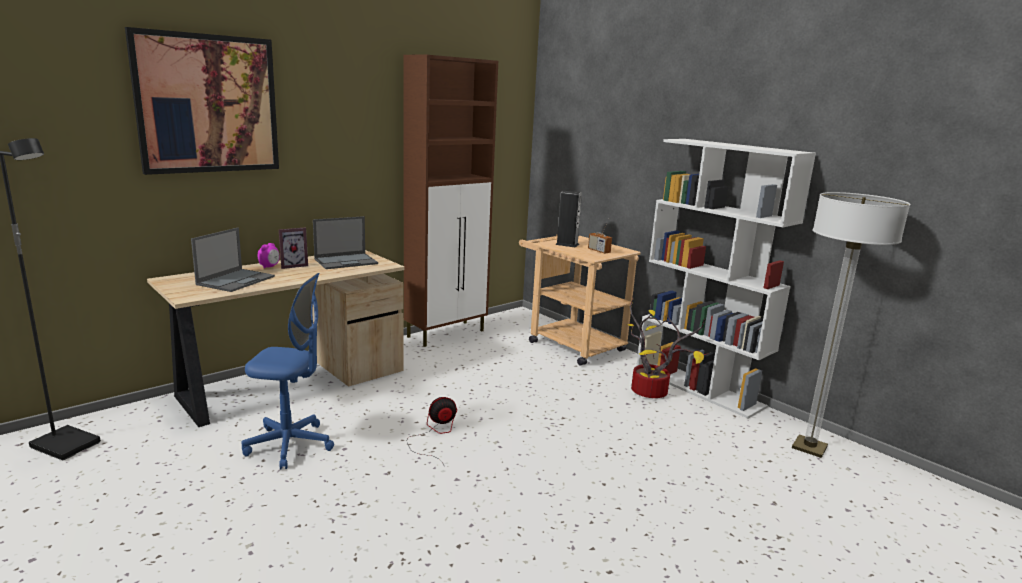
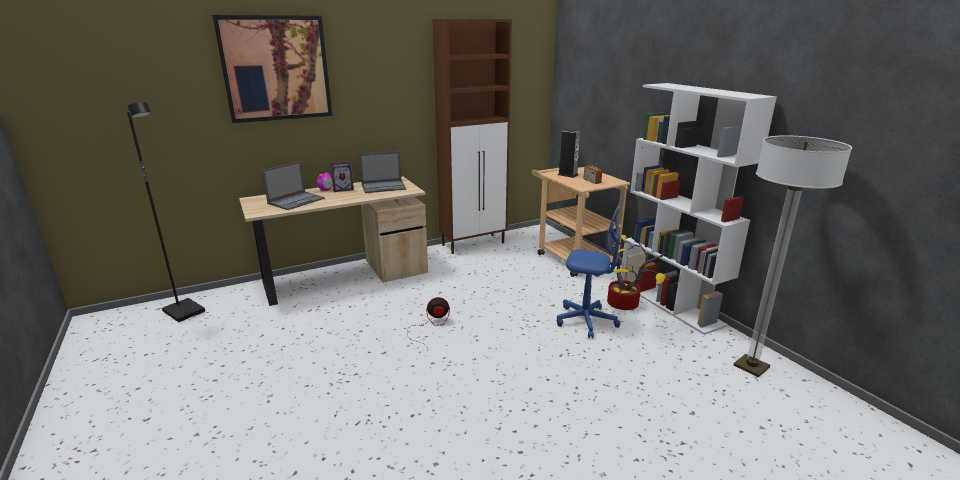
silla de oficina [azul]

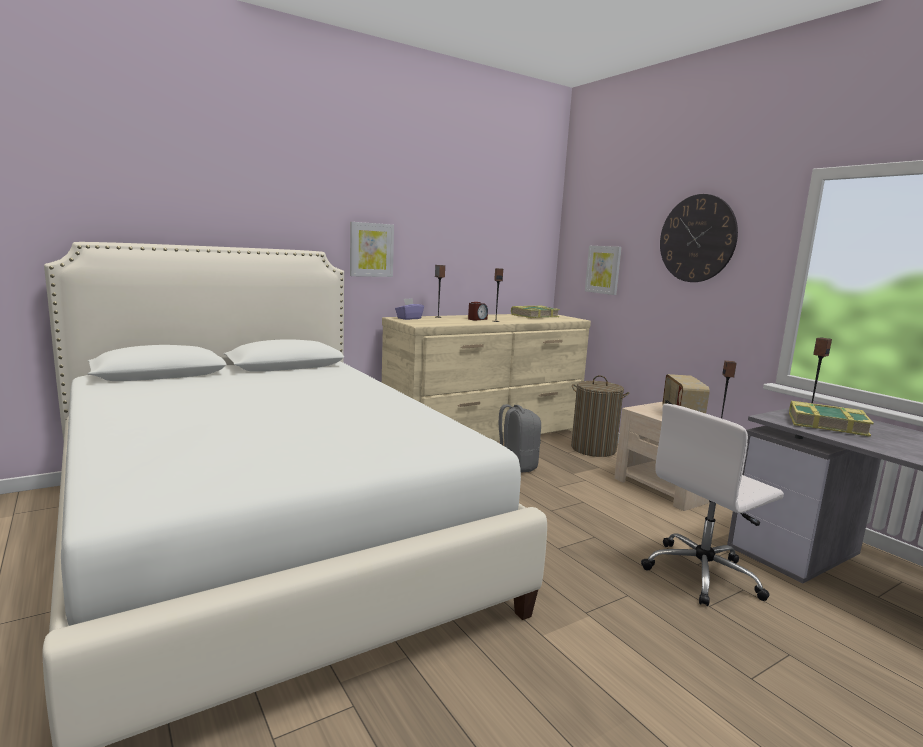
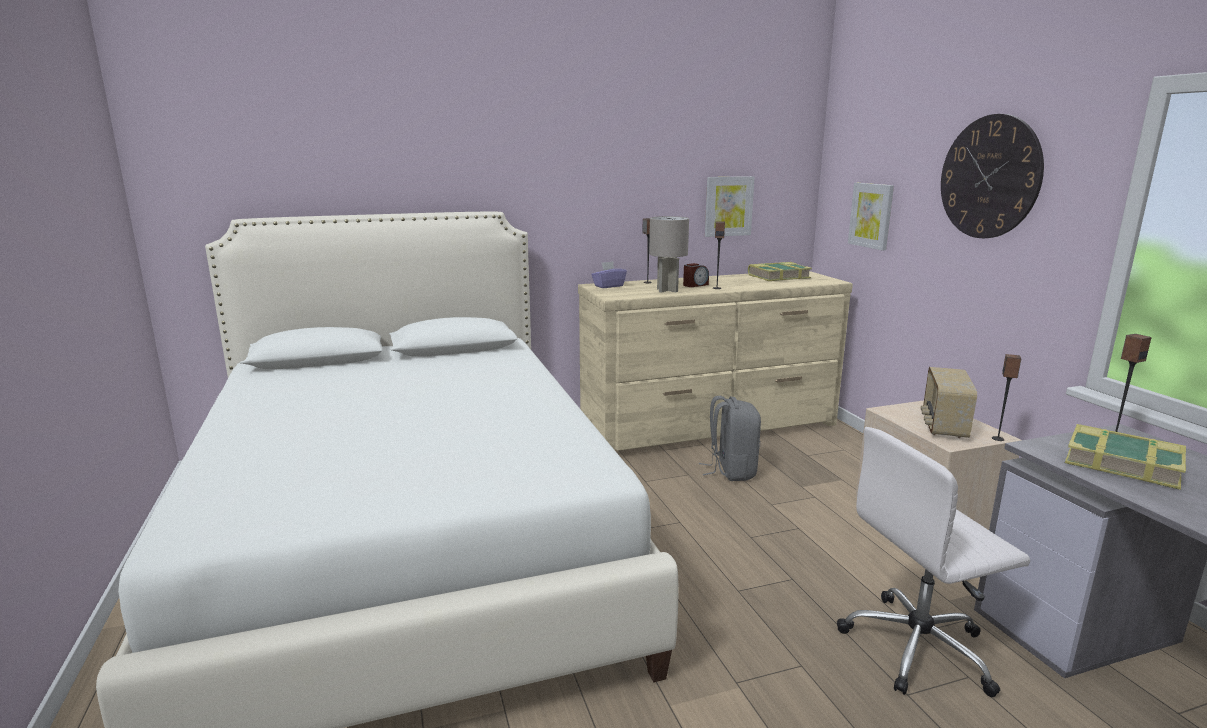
cuadro (no. 1 from left); cesto de la ropa; lámpara de mesa [gris]

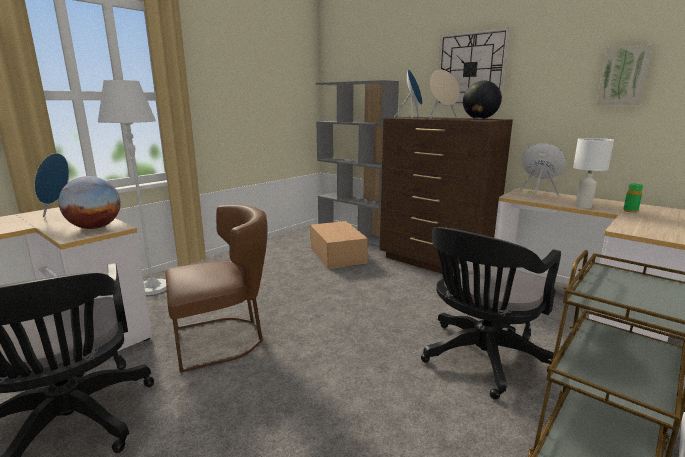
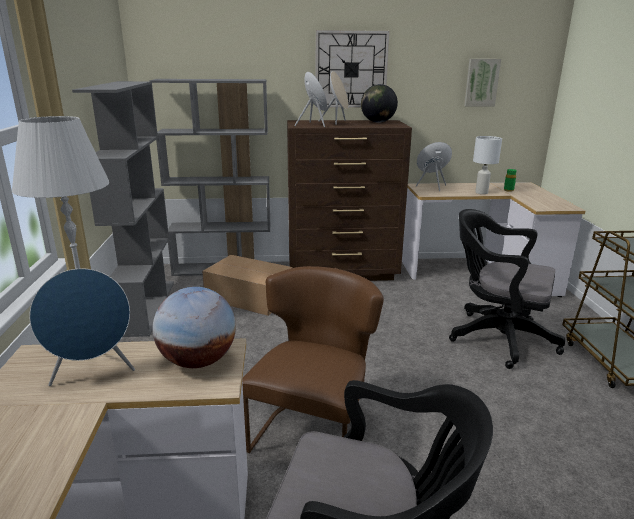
silla de oficina [negro] (no. 2 from left); estantería [gris] (no. 1 from left)

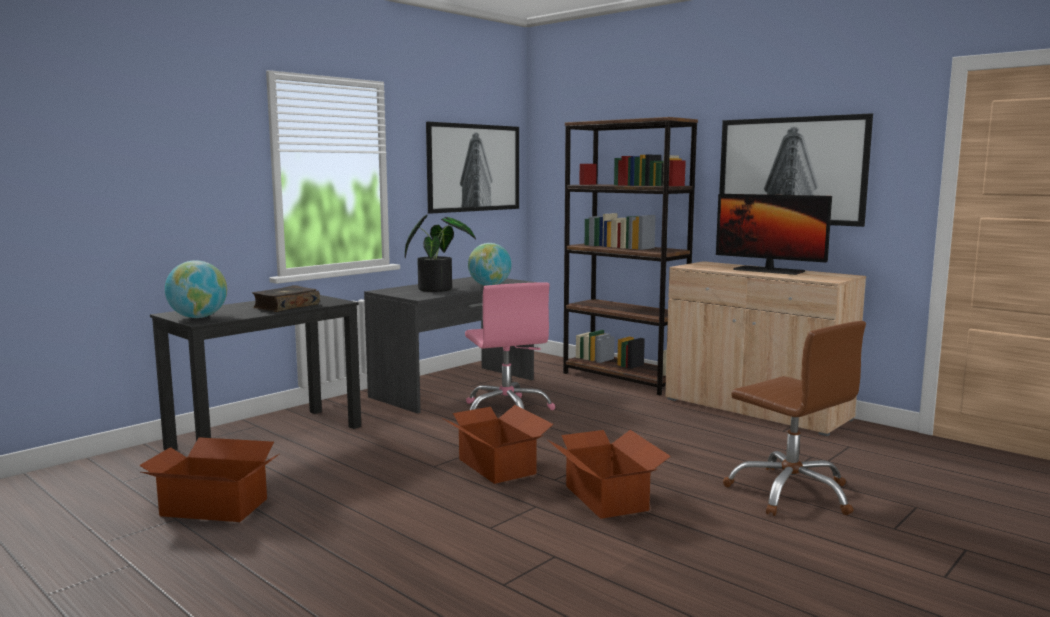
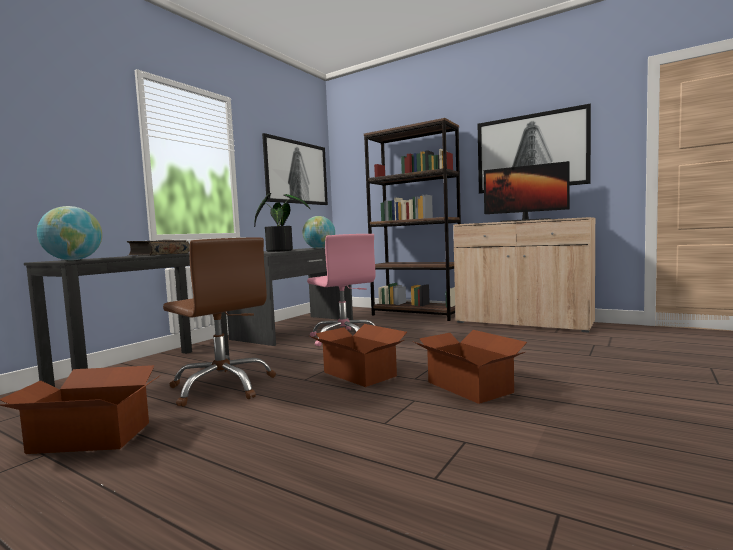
silla de oficina [marrón]

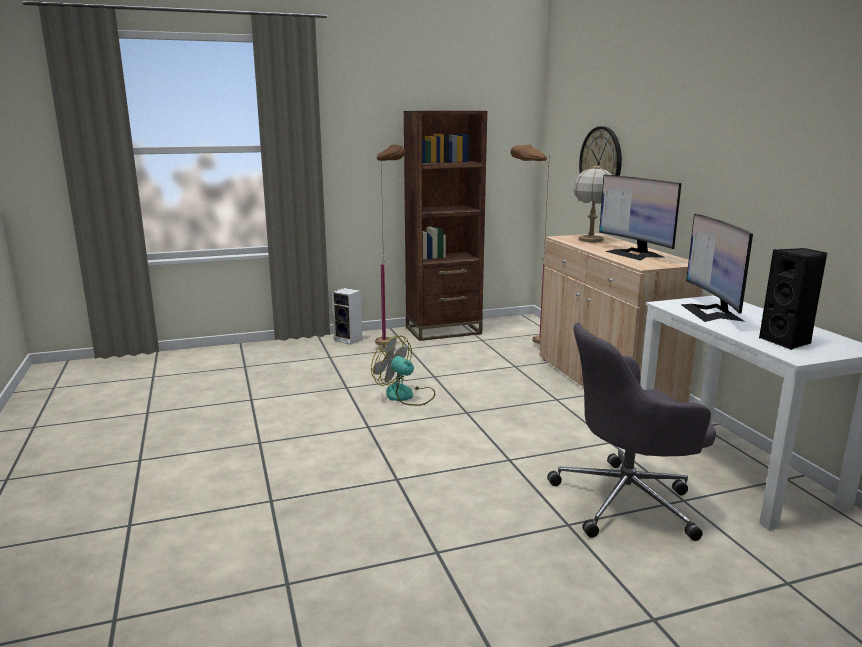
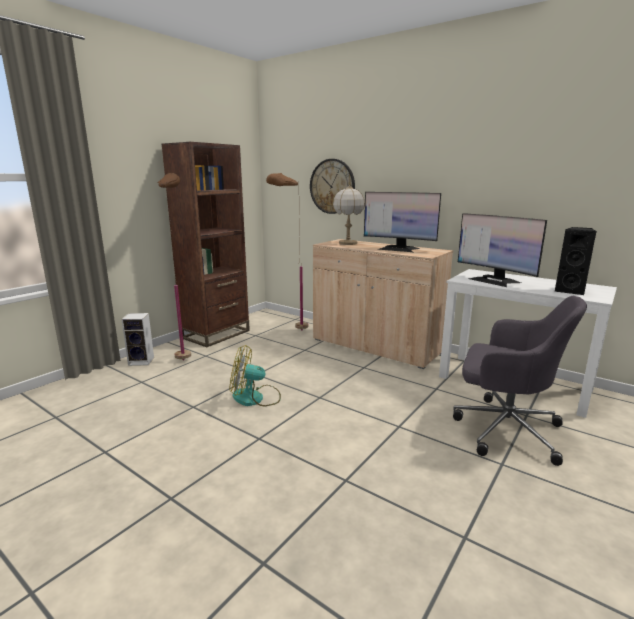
silla de oficina [gris]

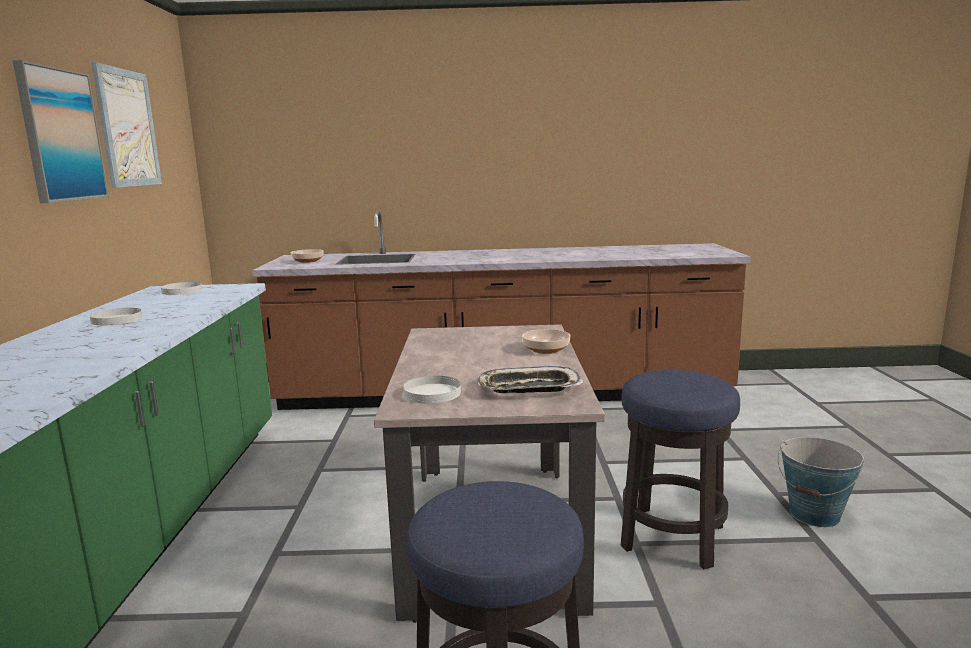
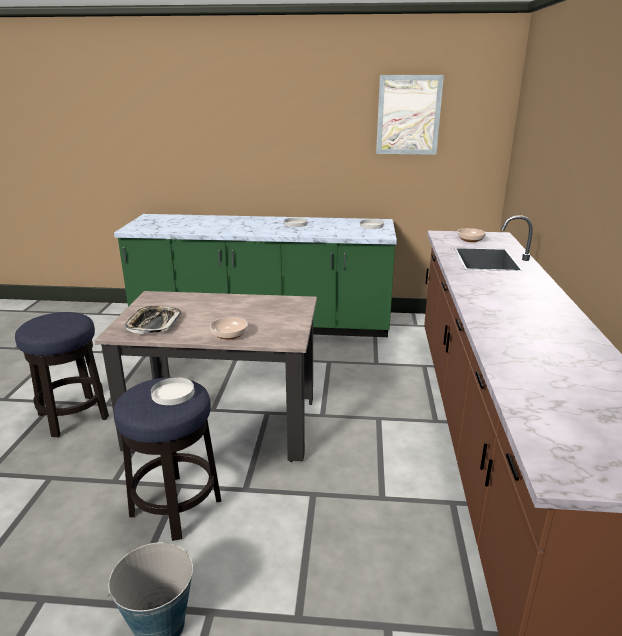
cuadro (no. 1 from left in the first image); plato [blanco] (no. 1 from left)

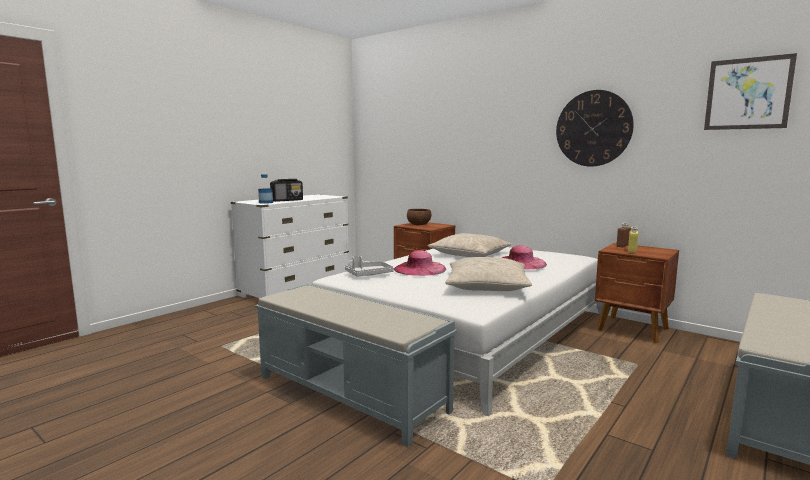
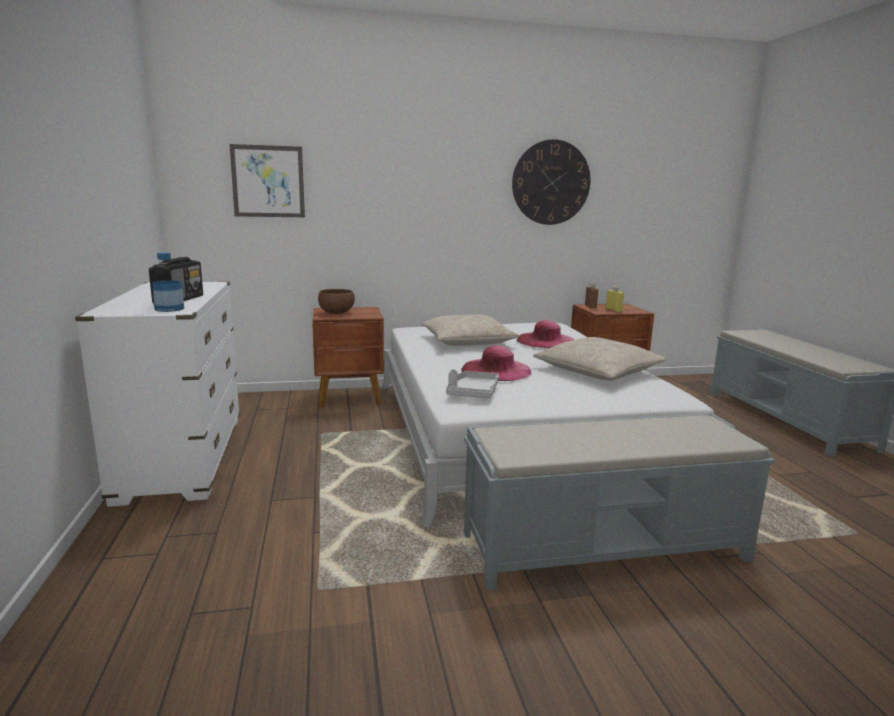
cuadro

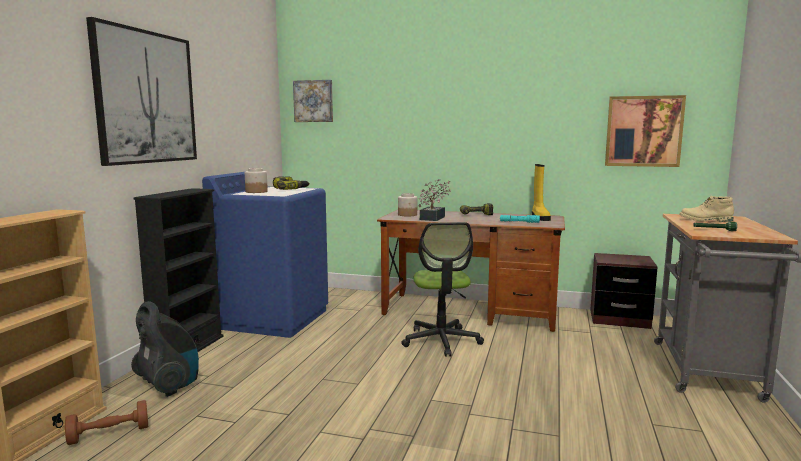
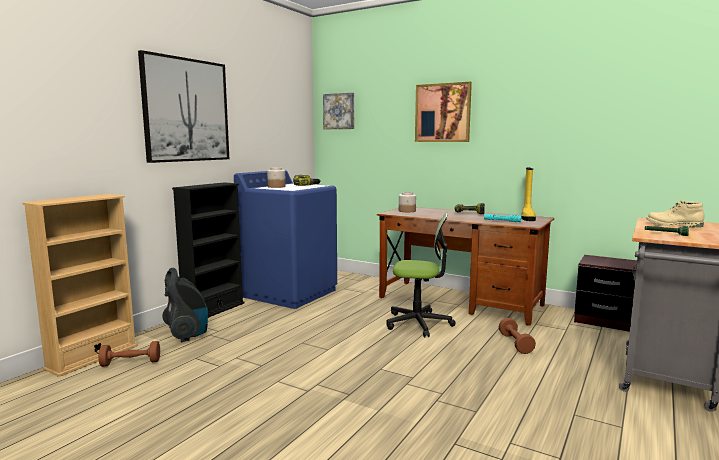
silla de oficina; planta en maceta; cuadro (no. 3 from left); mancuerna [marrón] (no. 2 from left)

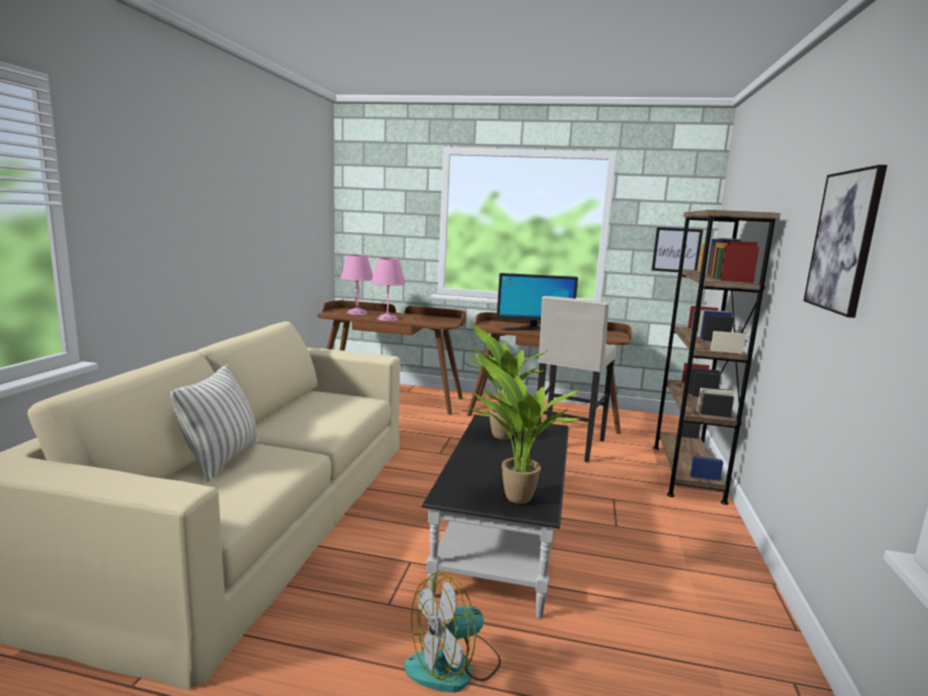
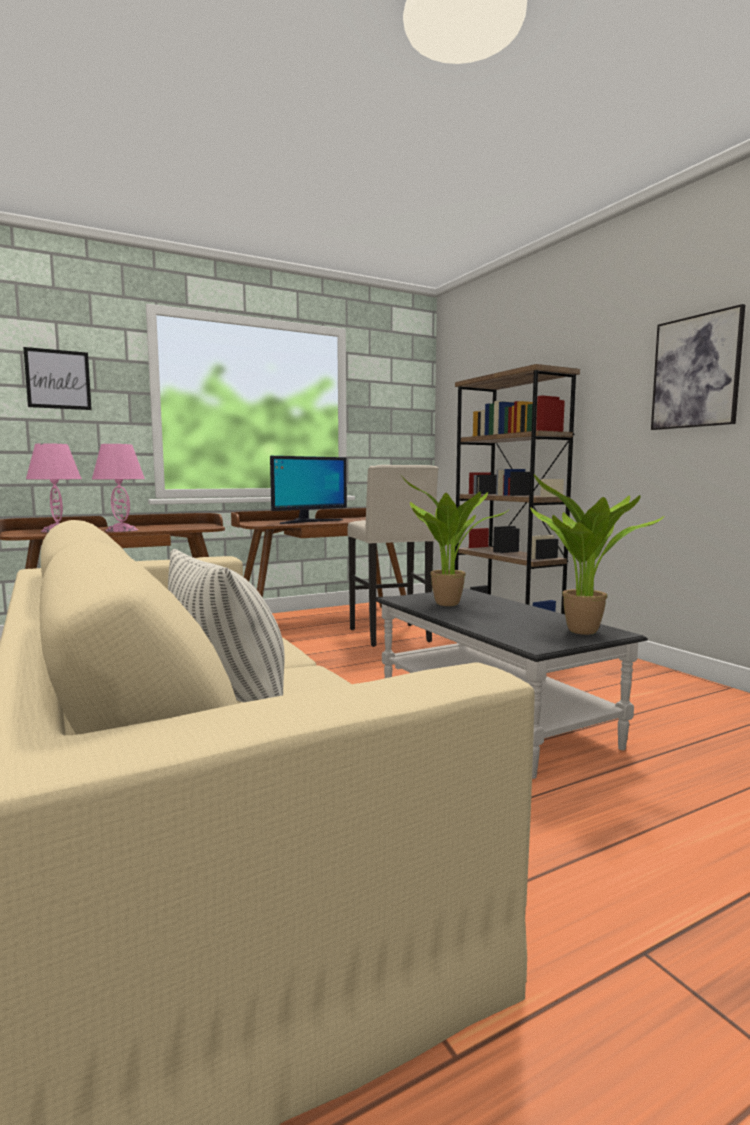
ventilador; cuadro (no. 1 from left)

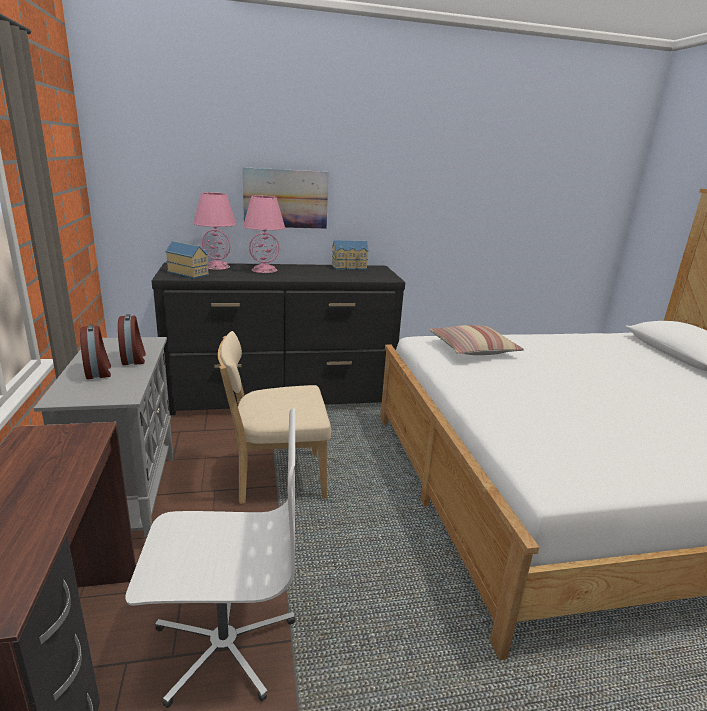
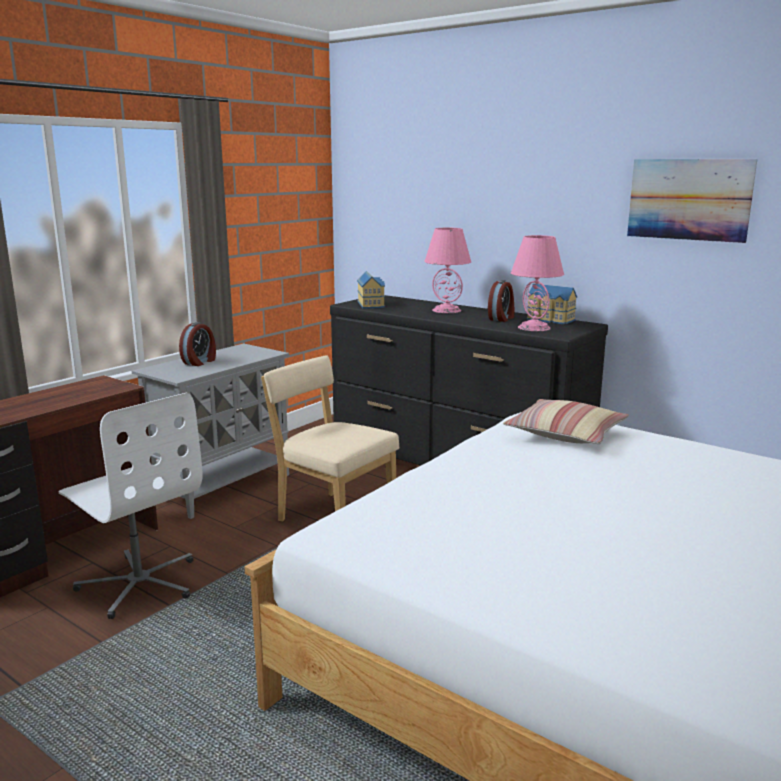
despertador (no. 2 from left); lámpara de mesa [rosa] (no. 2 from left); cuadro

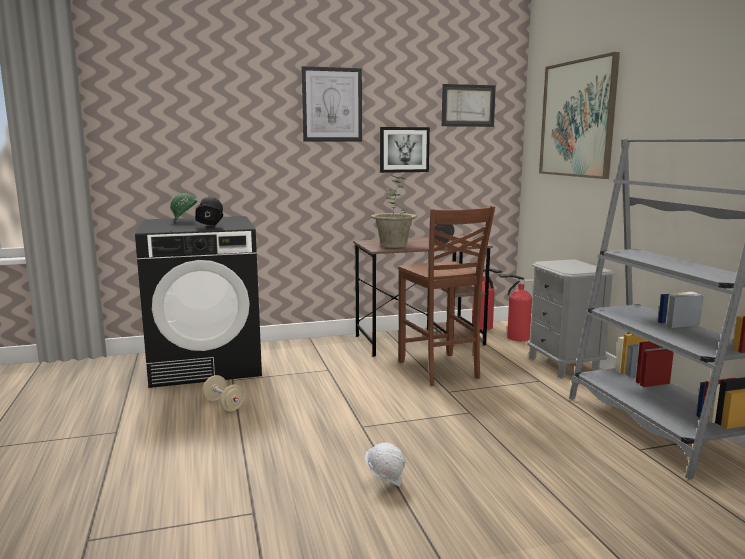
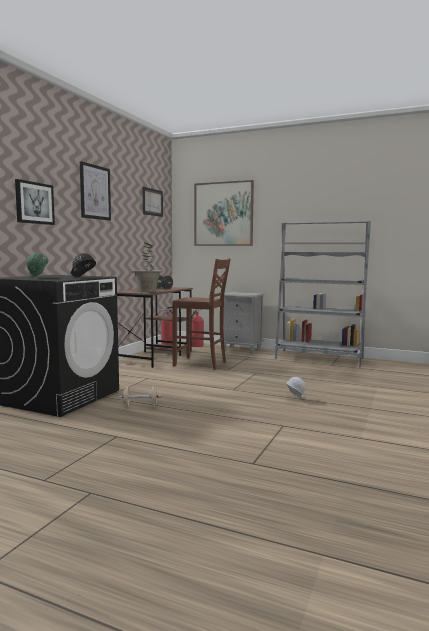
cuadro (no. 1 from left)

